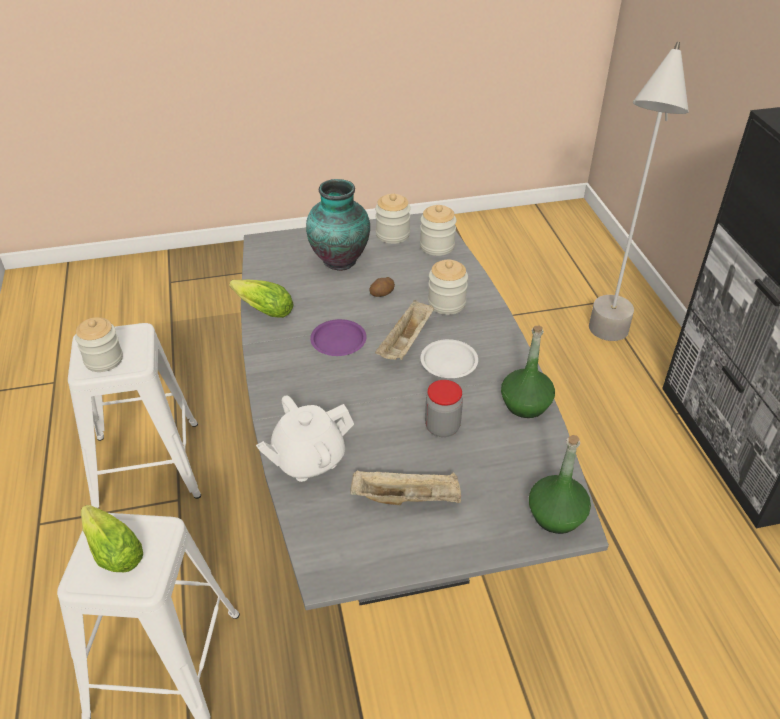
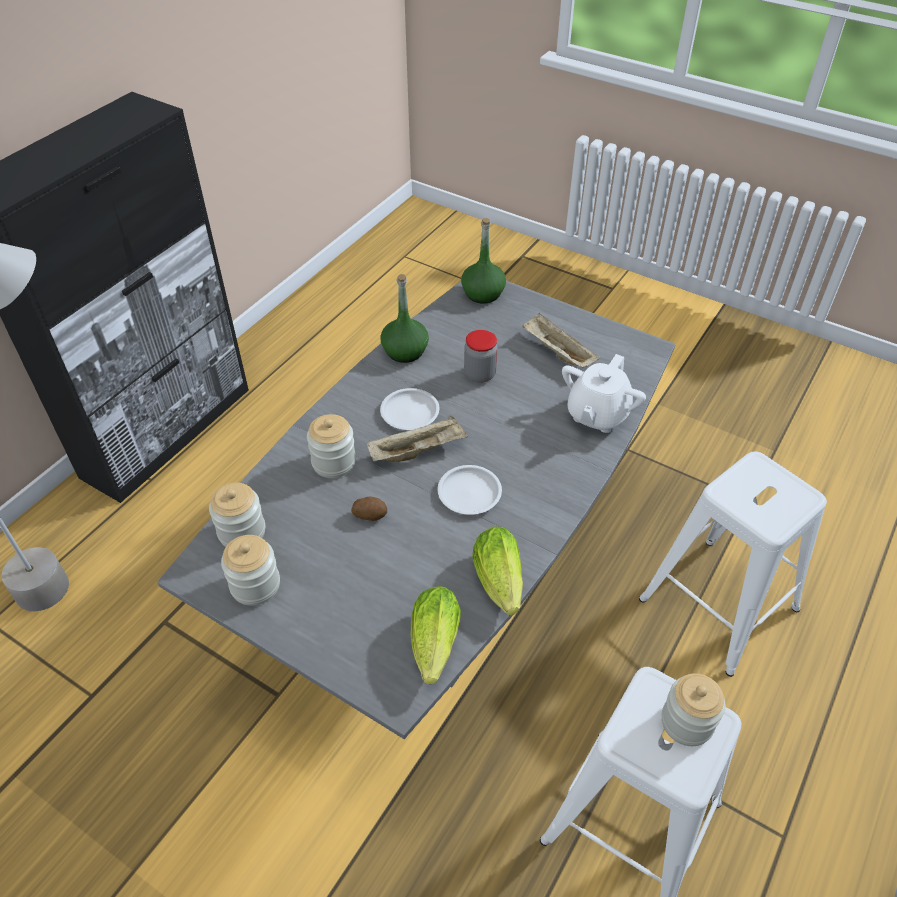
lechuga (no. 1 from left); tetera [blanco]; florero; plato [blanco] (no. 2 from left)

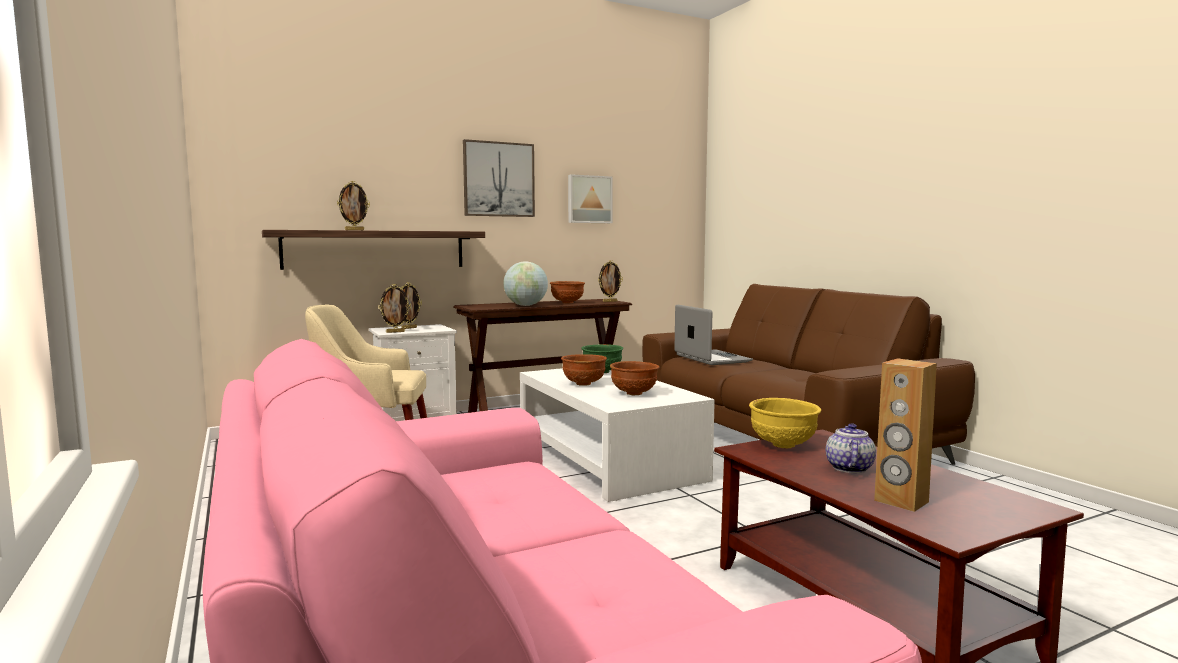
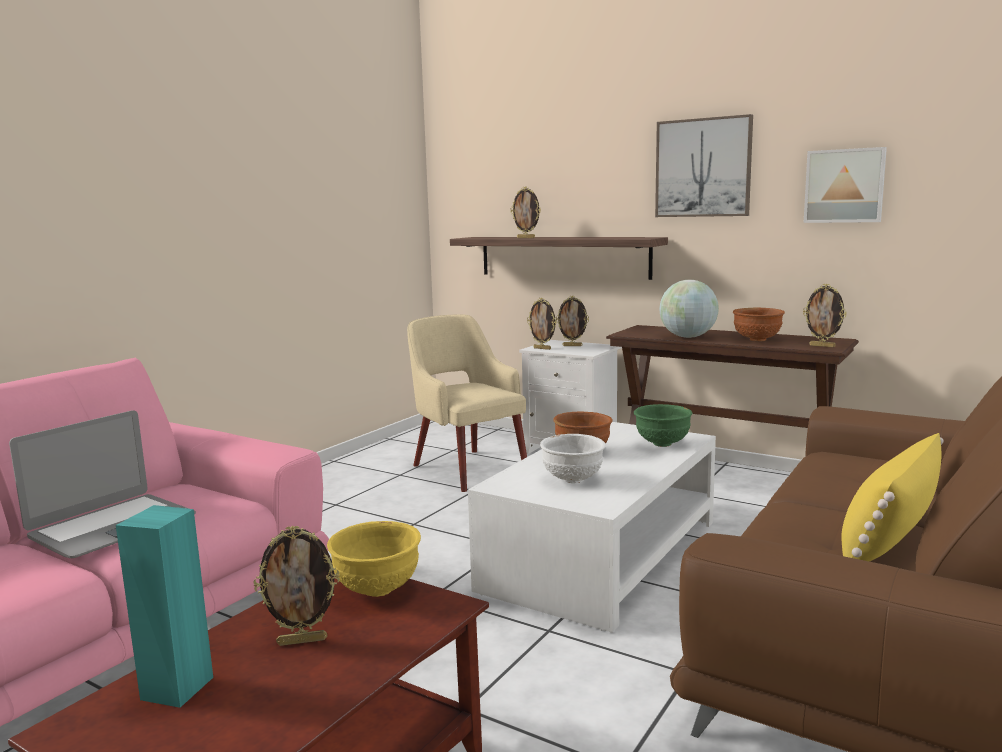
cuenco [blanco]; portátil; portarretratos (no. 1 from left); altavoz [turquesa]; cojín [amarillo]

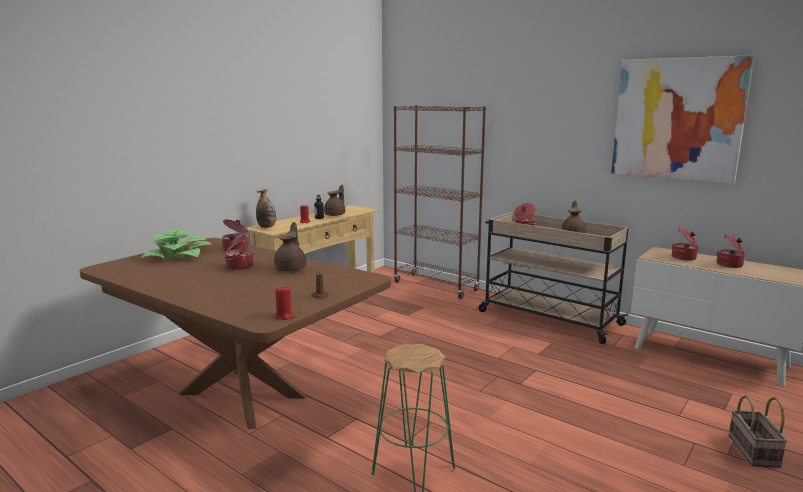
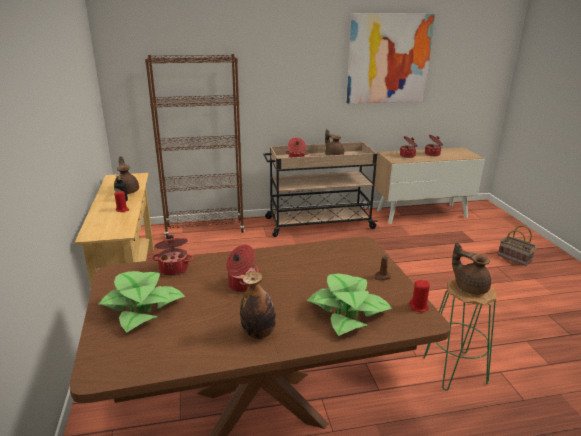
botella (no. 2 from left); tetera [marrón] (no. 3 from left); planta en maceta (no. 2 from left)

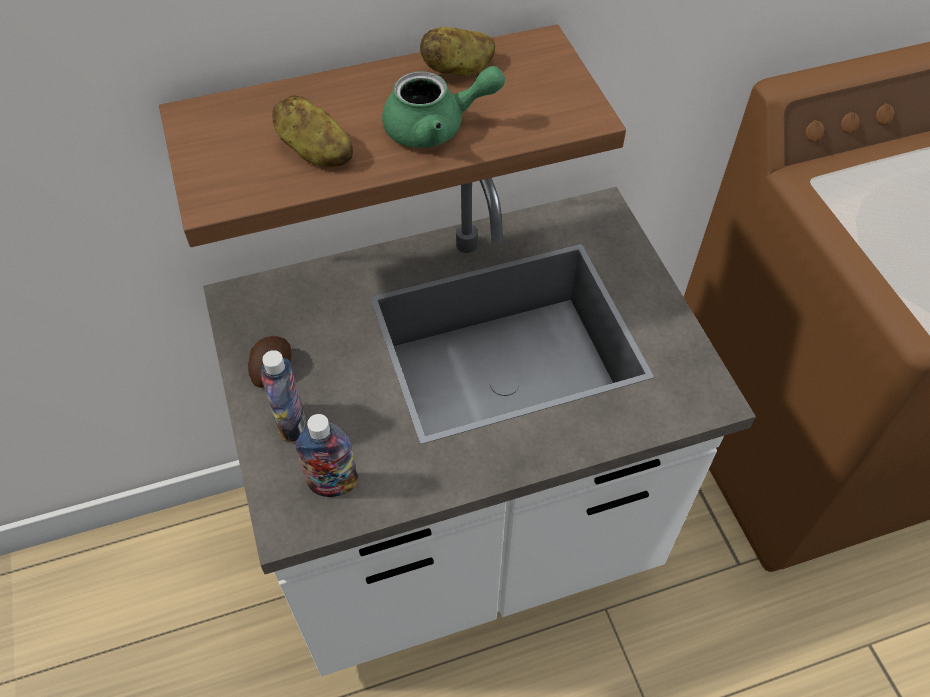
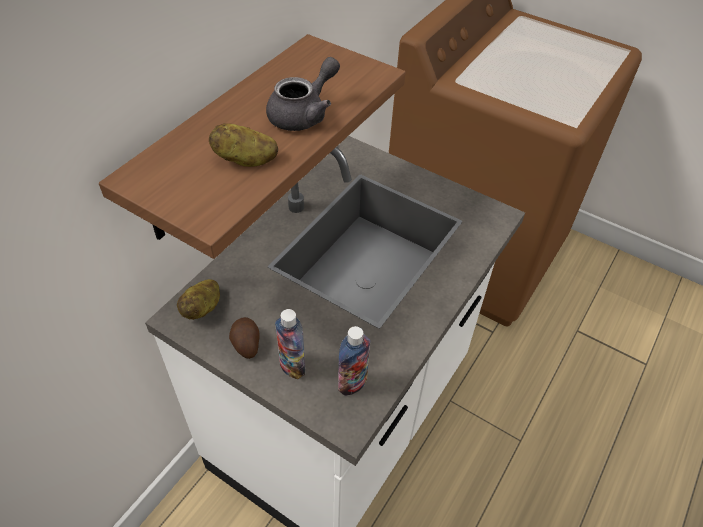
tetera [gris]; patata (no. 1 from left)

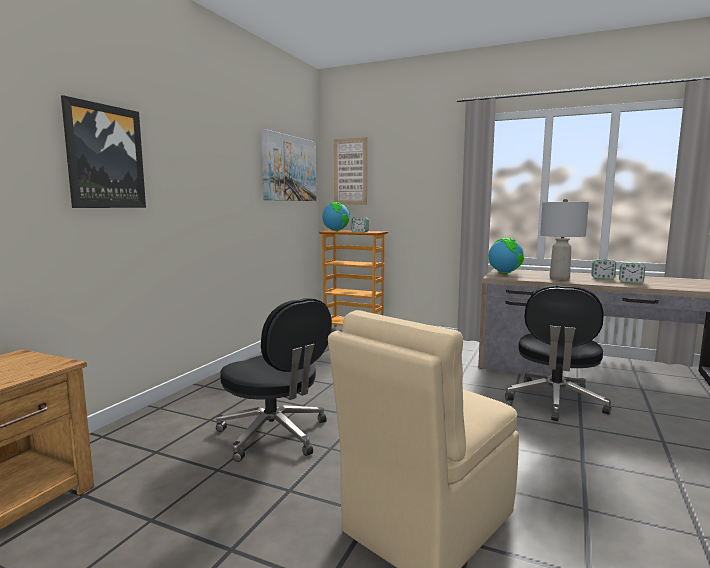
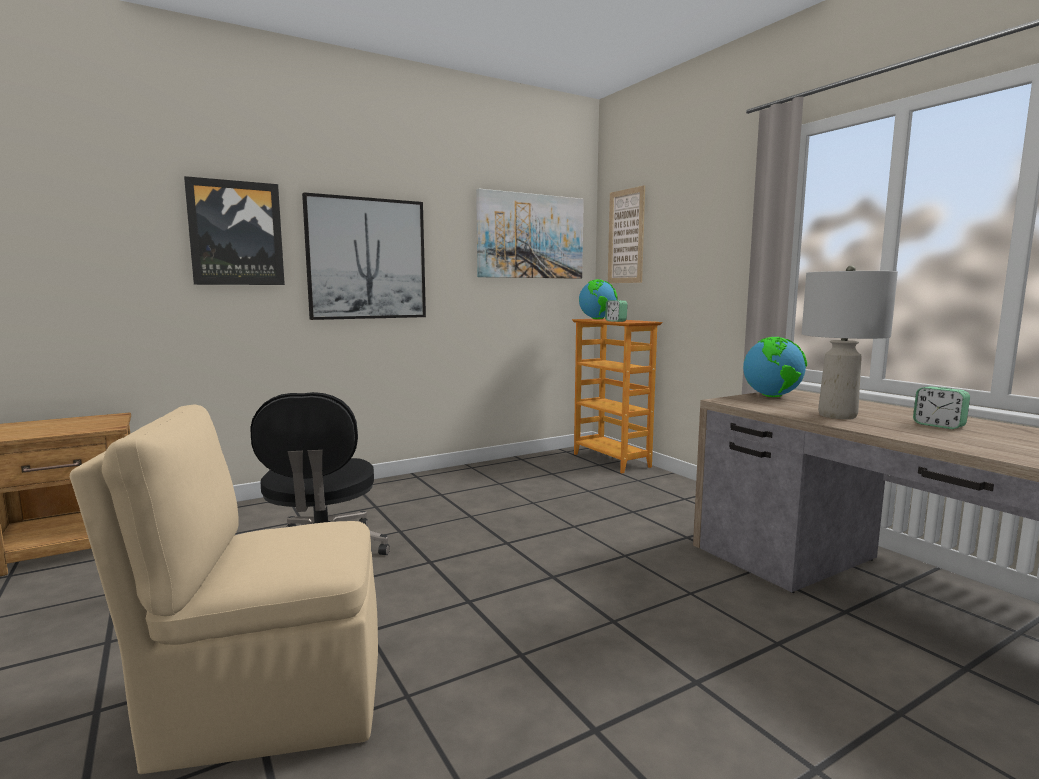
silla de oficina [negro] (no. 2 from left in the first image); despertador (no. 3 from left in the first image); cuadro (no. 2 from left)

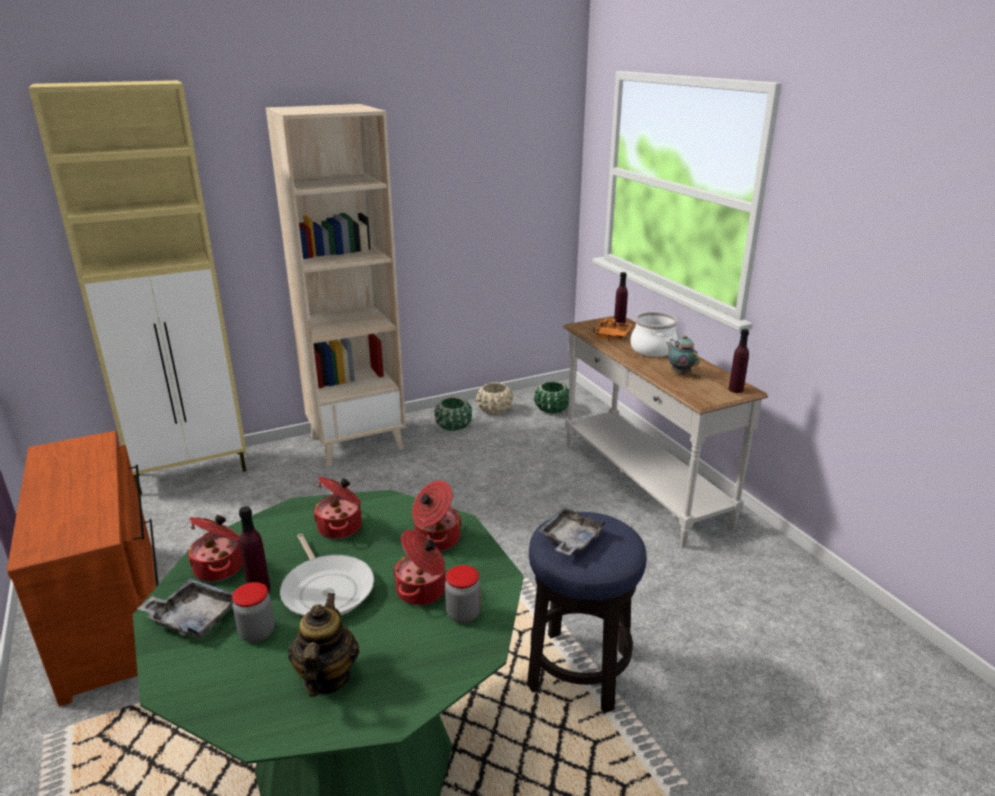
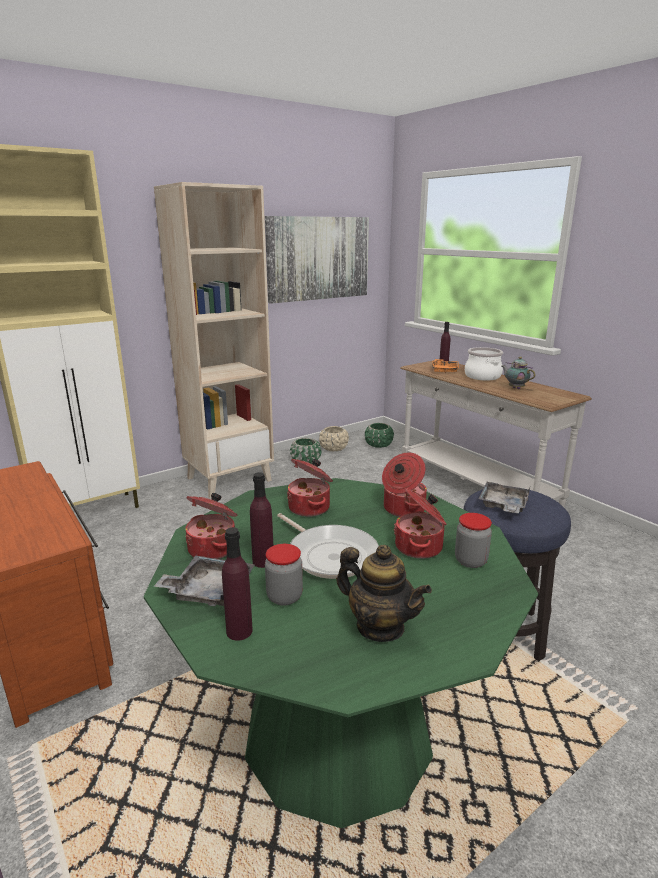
tetera (no. 1 from left); botella [morado] (no. 1 from left); cuadro

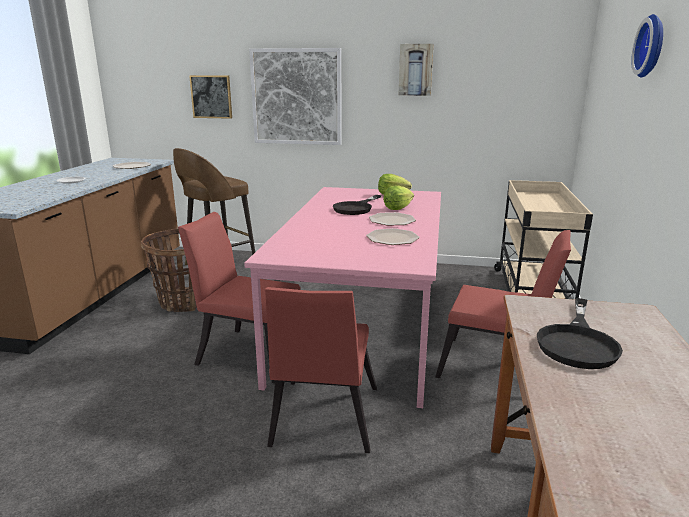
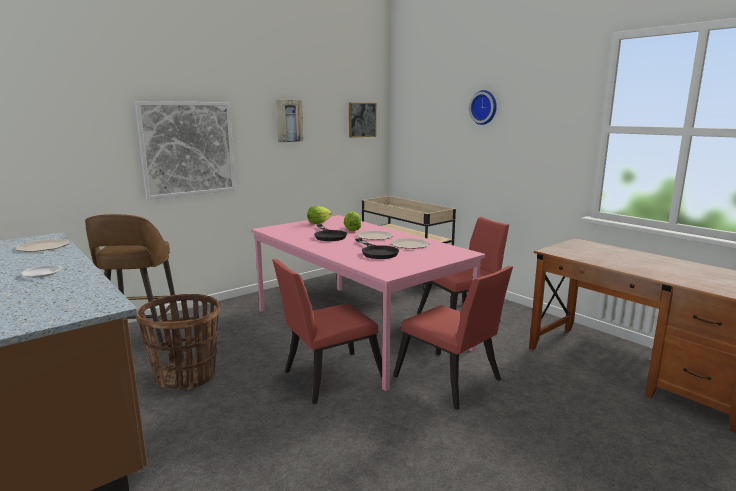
cuadro (no. 3 from left); sartén [negro] (no. 2 from left)

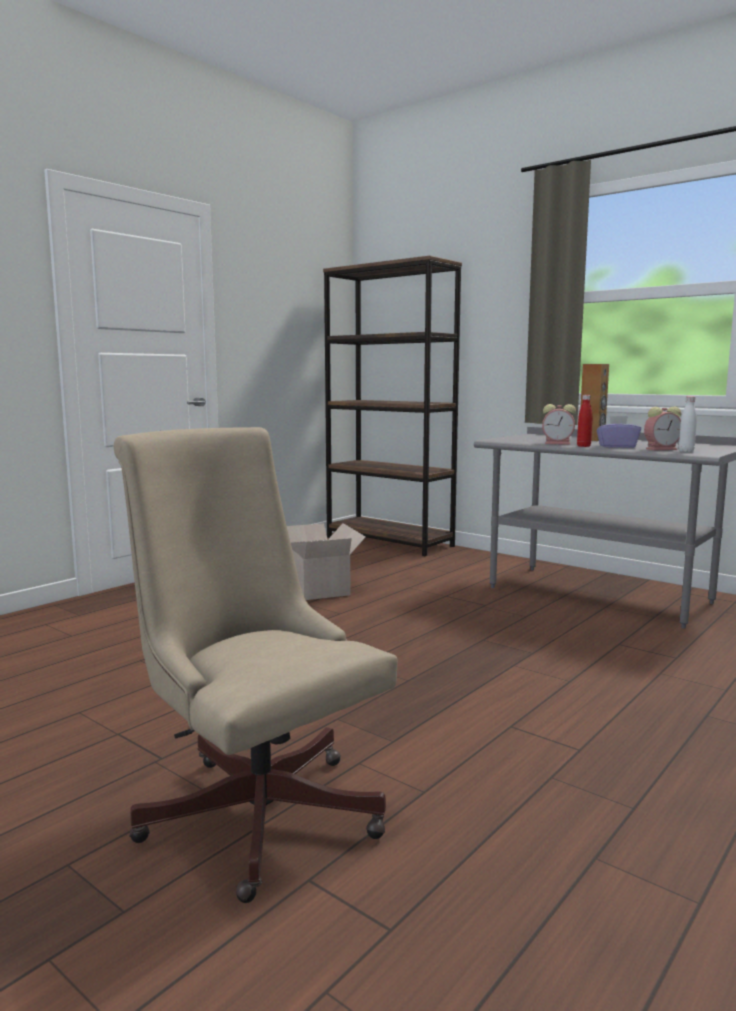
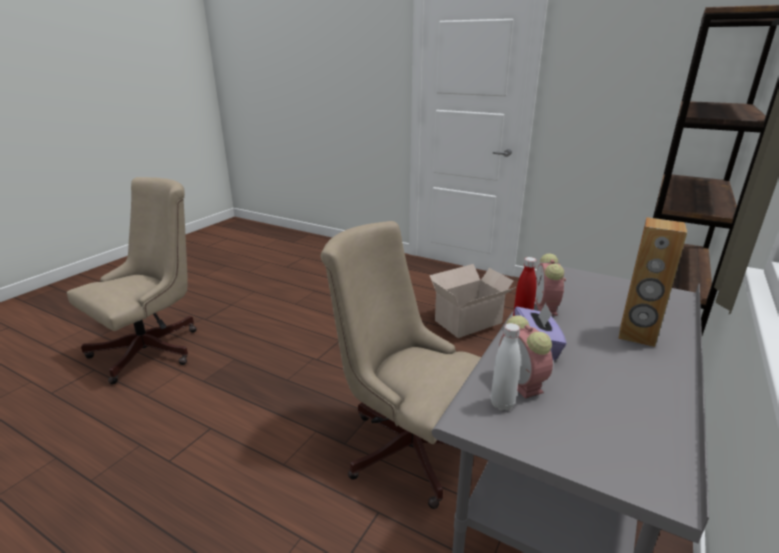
silla de oficina [beis] (no. 2 from left)

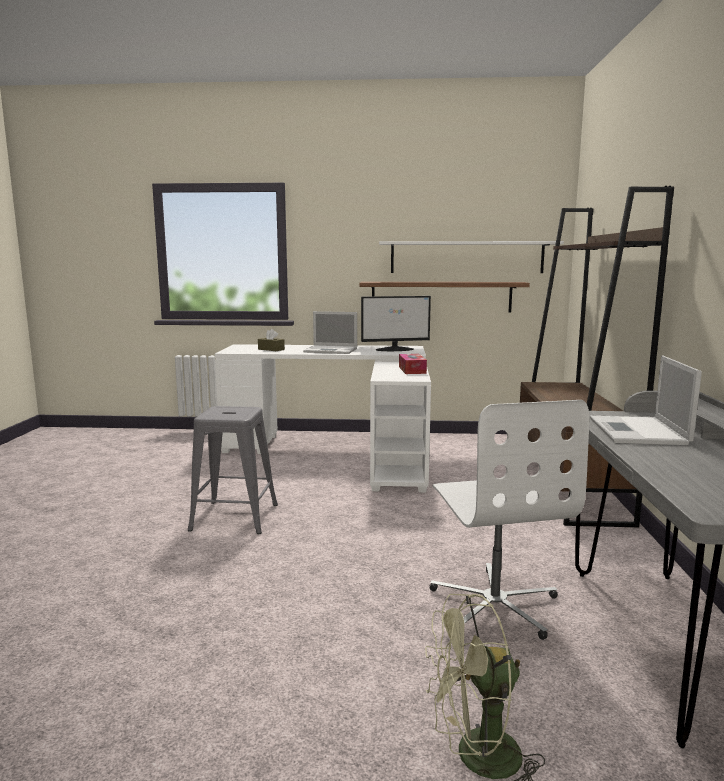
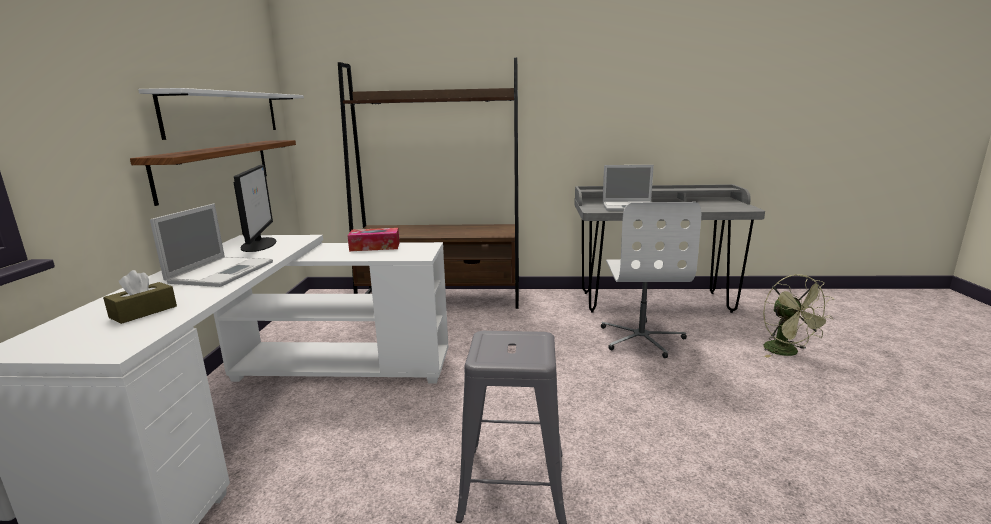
silla de oficina [blanco]

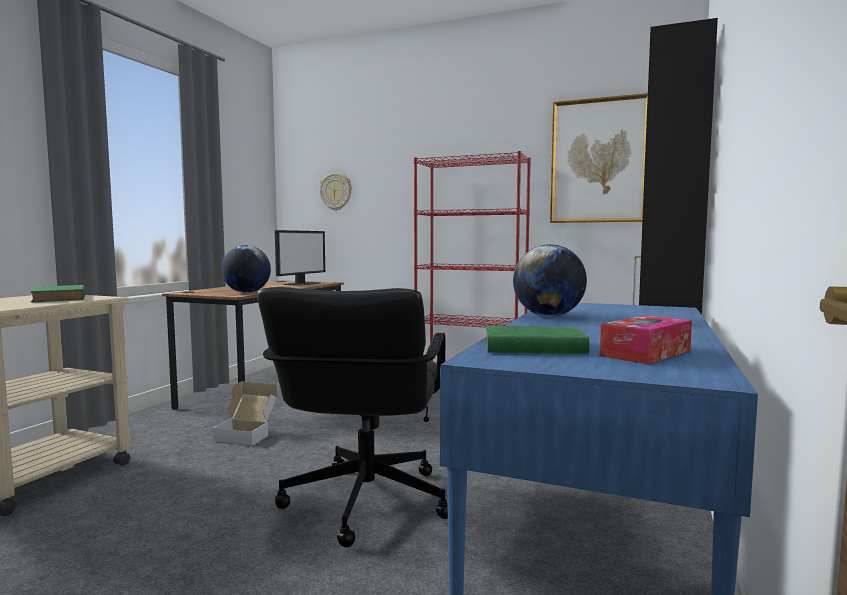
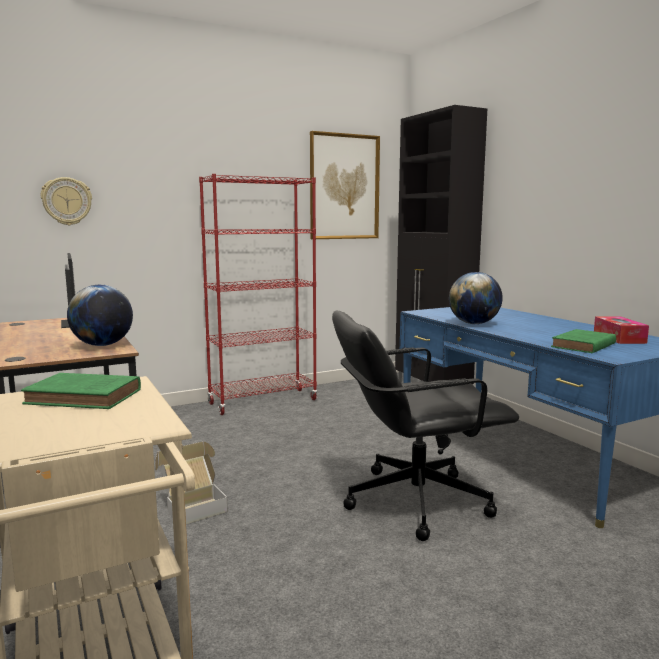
silla de oficina [negro]

